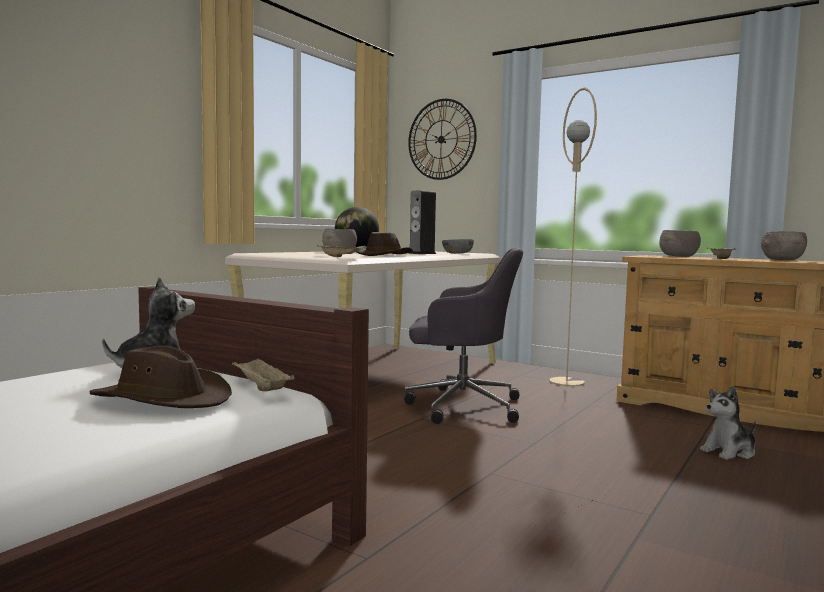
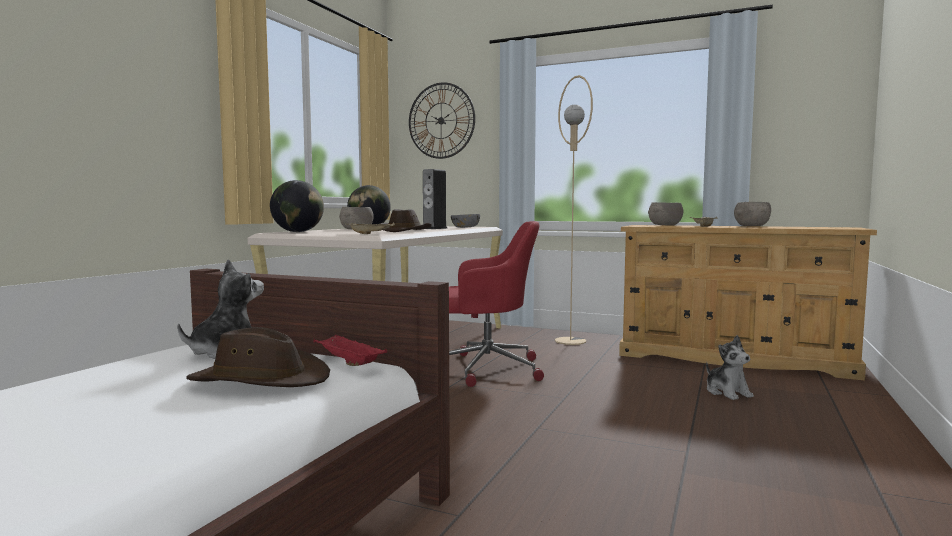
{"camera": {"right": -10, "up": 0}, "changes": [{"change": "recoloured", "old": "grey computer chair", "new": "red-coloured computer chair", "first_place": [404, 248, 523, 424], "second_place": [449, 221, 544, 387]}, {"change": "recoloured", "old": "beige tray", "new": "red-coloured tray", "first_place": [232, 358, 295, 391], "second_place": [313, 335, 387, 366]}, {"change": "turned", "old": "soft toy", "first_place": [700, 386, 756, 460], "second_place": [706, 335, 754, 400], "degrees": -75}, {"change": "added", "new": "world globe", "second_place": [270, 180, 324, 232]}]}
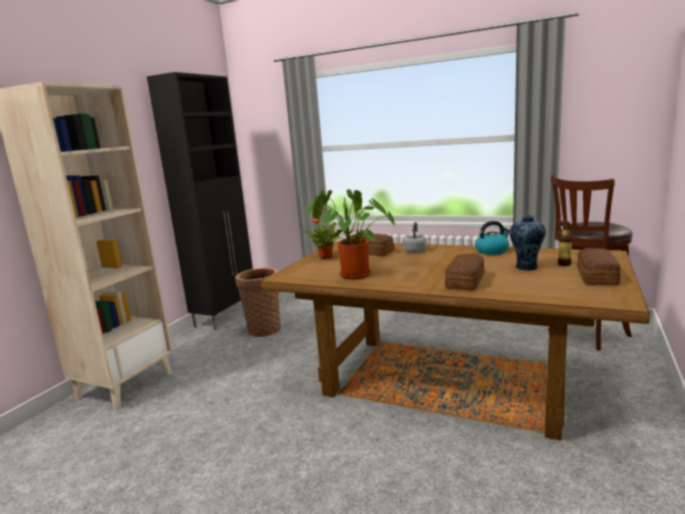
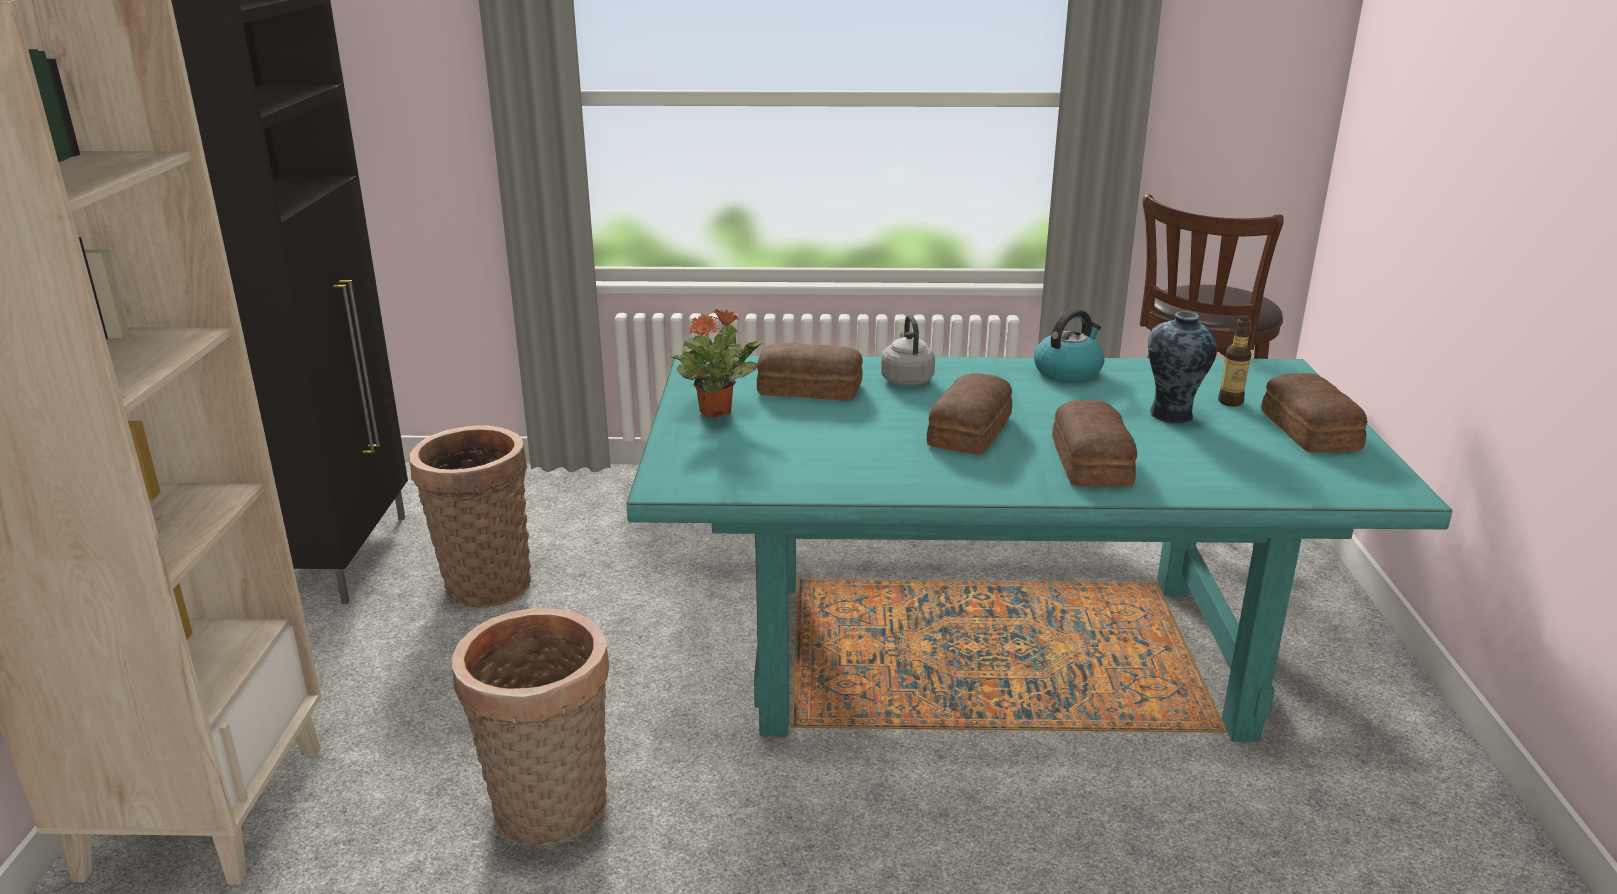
{"camera": {"right": -25, "up": 10}, "changes": [{"change": "removed", "old": "potted plant", "first_place": [307, 189, 395, 279]}, {"change": "recoloured", "old": "brown-coloured kitchen table", "new": "turquoise kitchen table", "first_place": [261, 241, 650, 441], "second_place": [626, 355, 1453, 742]}, {"change": "added", "new": "bakery bread", "second_place": [927, 373, 1012, 455]}, {"change": "added", "new": "household basket", "second_place": [452, 608, 609, 846]}]}
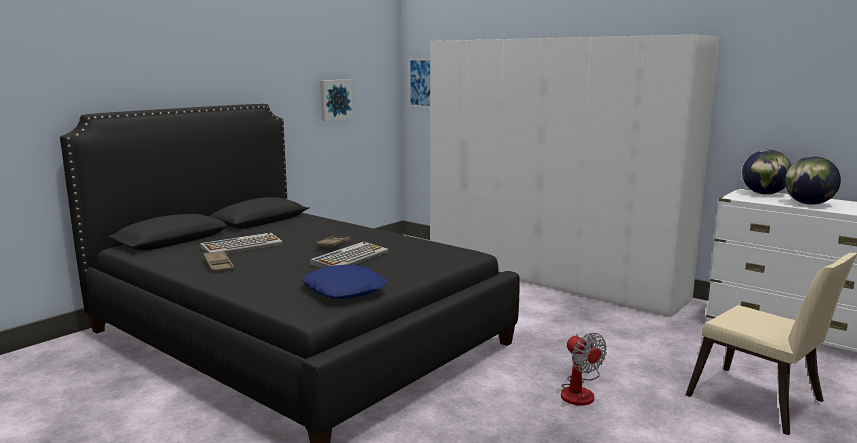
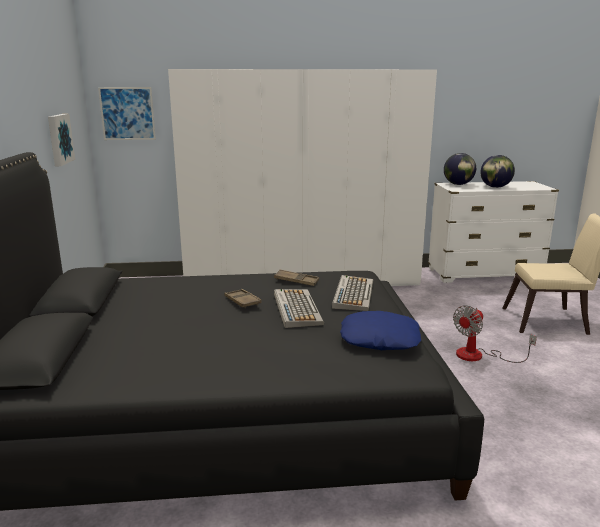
{"camera": {"right": -45, "up": 5}, "changes": [{"change": "moved", "old": "computer keyboard", "first_place": [200, 232, 283, 254], "second_place": [332, 275, 373, 311]}, {"change": "moved", "old": "brown-coloured tray", "first_place": [203, 251, 234, 273], "second_place": [274, 270, 319, 286]}, {"change": "turned", "old": "electric fan", "first_place": [561, 333, 607, 406], "second_place": [453, 305, 537, 363], "degrees": 120}]}
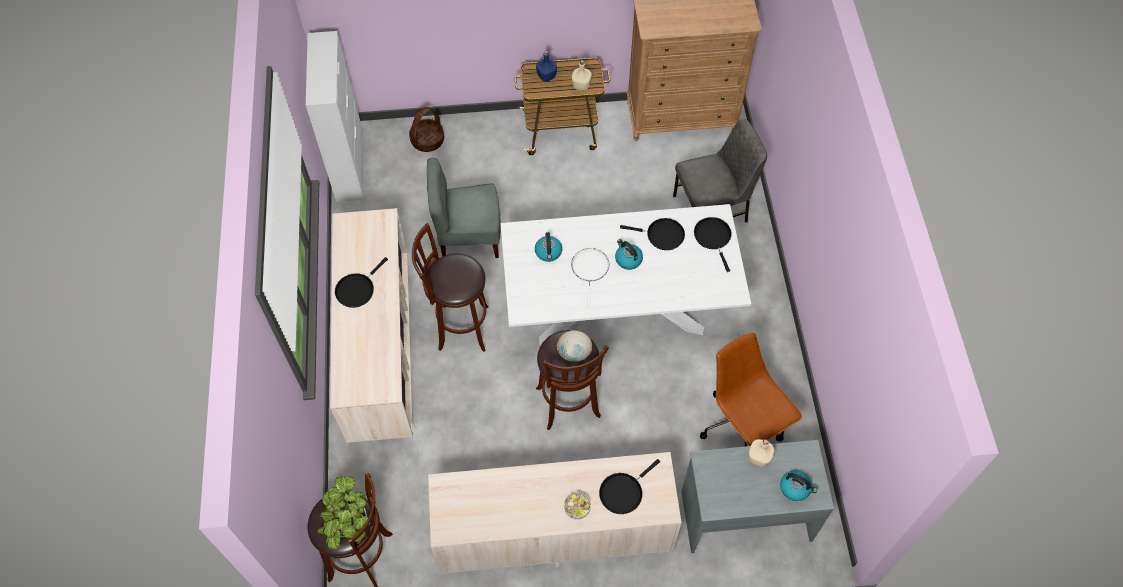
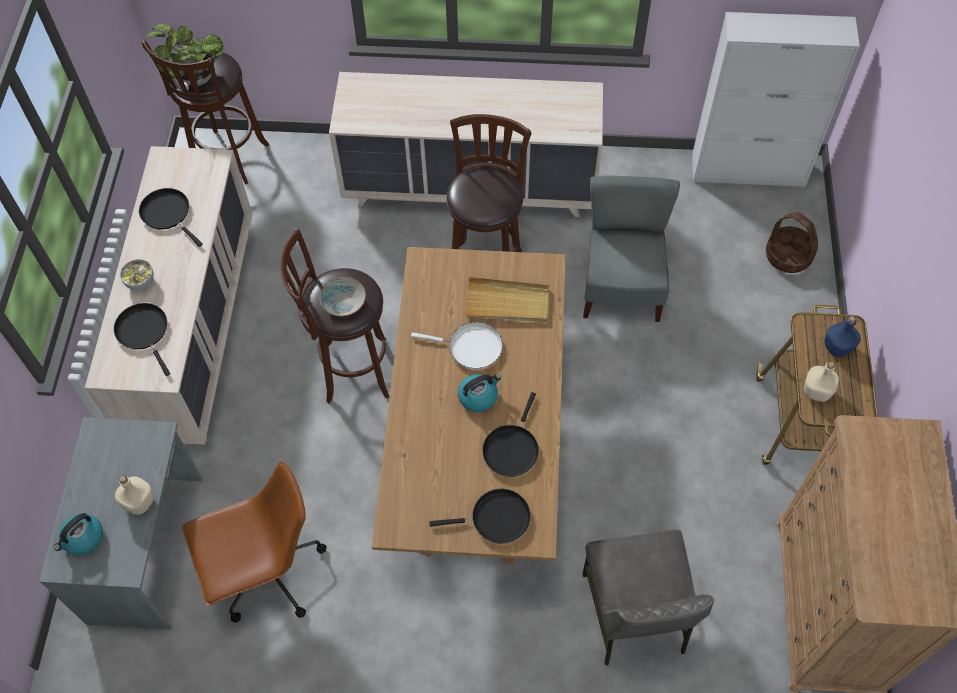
{"camera": {"right": 100, "up": 0}, "changes": [{"change": "recoloured", "old": "whitish kitchen table", "new": "brown-coloured kitchen table", "first_place": [500, 204, 751, 346], "second_place": [372, 247, 566, 563]}, {"change": "replaced", "old": "kettle", "new": "beige tray", "first_place": [535, 232, 562, 262], "second_place": [465, 277, 549, 322]}, {"change": "moved", "old": "black frying pan", "first_place": [335, 257, 388, 308], "second_place": [139, 188, 203, 247]}]}
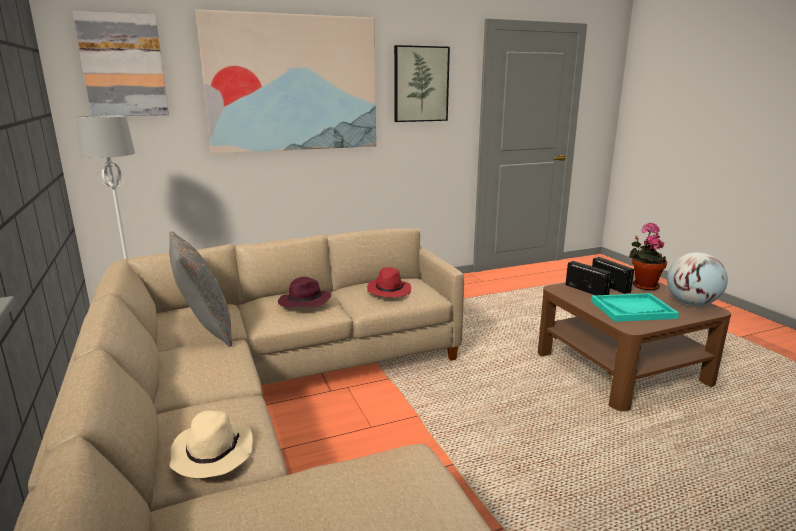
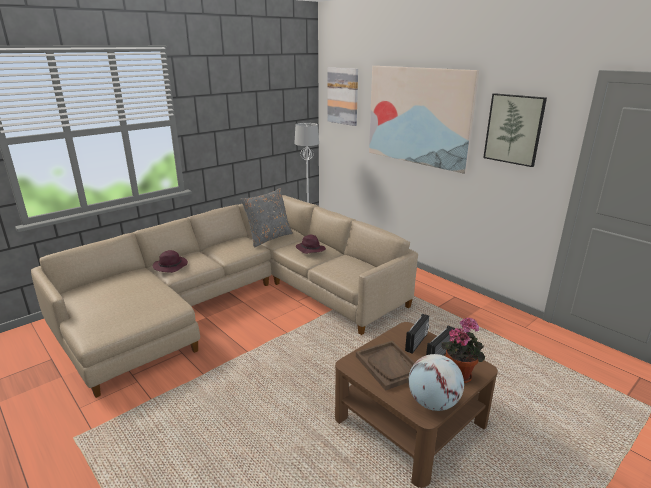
{"camera": {"right": 70, "up": 5}, "changes": [{"change": "removed", "old": "red-coloured clothing hat", "first_place": [367, 267, 411, 297]}, {"change": "recoloured", "old": "turquoise tray", "new": "brown-coloured tray", "first_place": [591, 293, 679, 322], "second_place": [356, 341, 415, 391]}, {"change": "recoloured", "old": "beige clothing hat", "new": "purple-coloured clothing hat", "first_place": [169, 411, 253, 478], "second_place": [152, 250, 188, 273]}]}
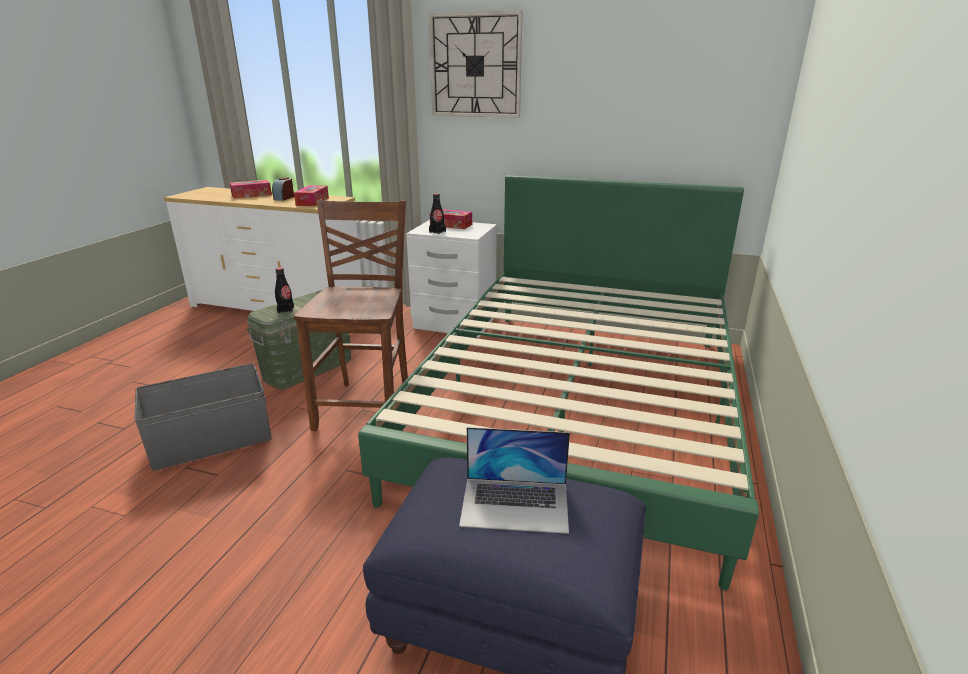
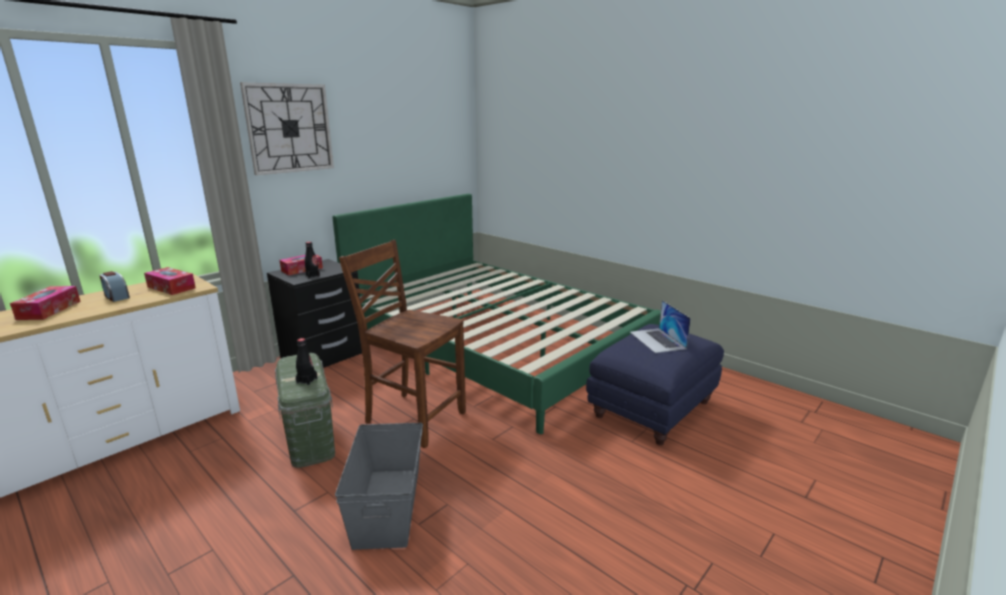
{"camera": {"right": -65, "up": -5}, "changes": [{"change": "recoloured", "old": "whitish nightstand", "new": "black nightstand", "first_place": [406, 220, 497, 337], "second_place": [267, 259, 362, 368]}, {"change": "turned", "old": "notebook computer", "first_place": [459, 427, 570, 534], "second_place": [630, 300, 691, 353], "degrees": 135}]}
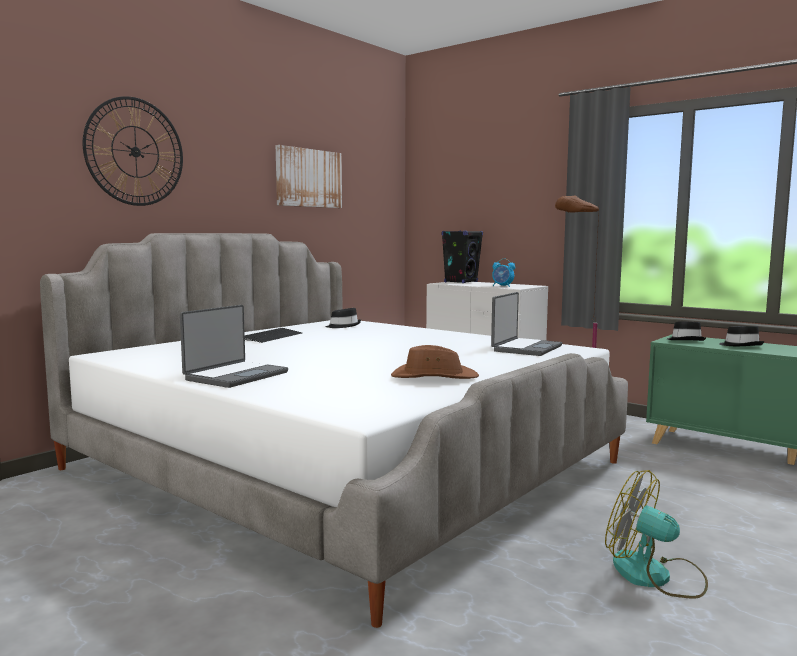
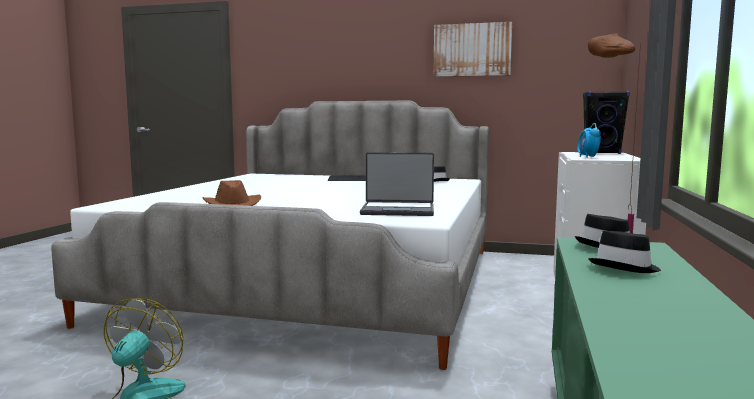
{"camera": {"right": 65, "up": 0}, "changes": [{"change": "removed", "old": "hanging clock", "first_place": [83, 96, 183, 206]}, {"change": "removed", "old": "notebook computer", "first_place": [180, 305, 288, 388]}]}
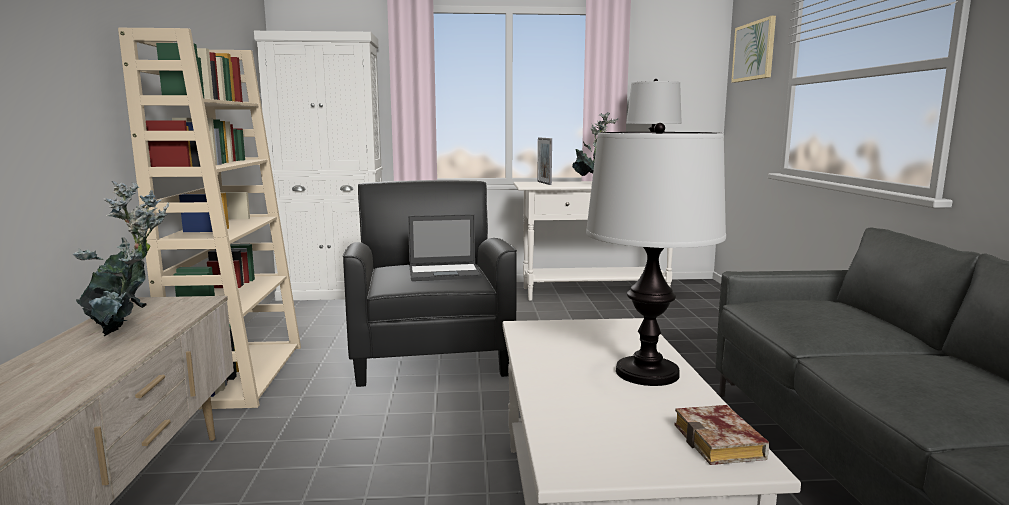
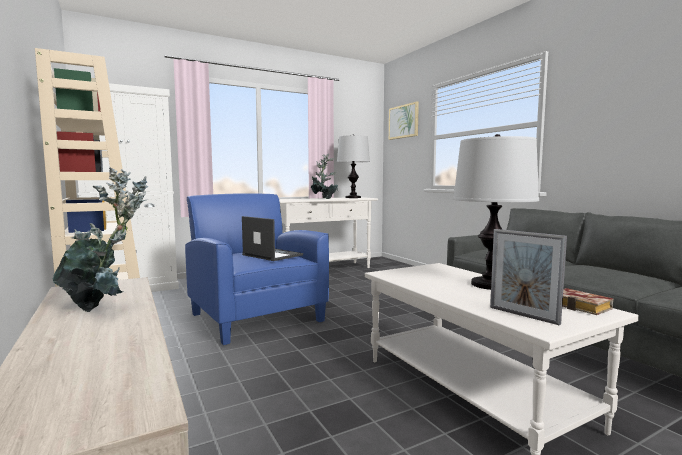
{"camera": {"right": -25, "up": -5}, "changes": [{"change": "moved", "old": "photo frame", "first_place": [537, 137, 552, 185], "second_place": [490, 229, 567, 325]}, {"change": "recoloured", "old": "black lounge chair", "new": "blue lounge chair", "first_place": [343, 180, 517, 387], "second_place": [185, 193, 329, 345]}, {"change": "turned", "old": "notebook computer", "first_place": [408, 214, 482, 281], "second_place": [242, 216, 303, 261], "degrees": -105}]}
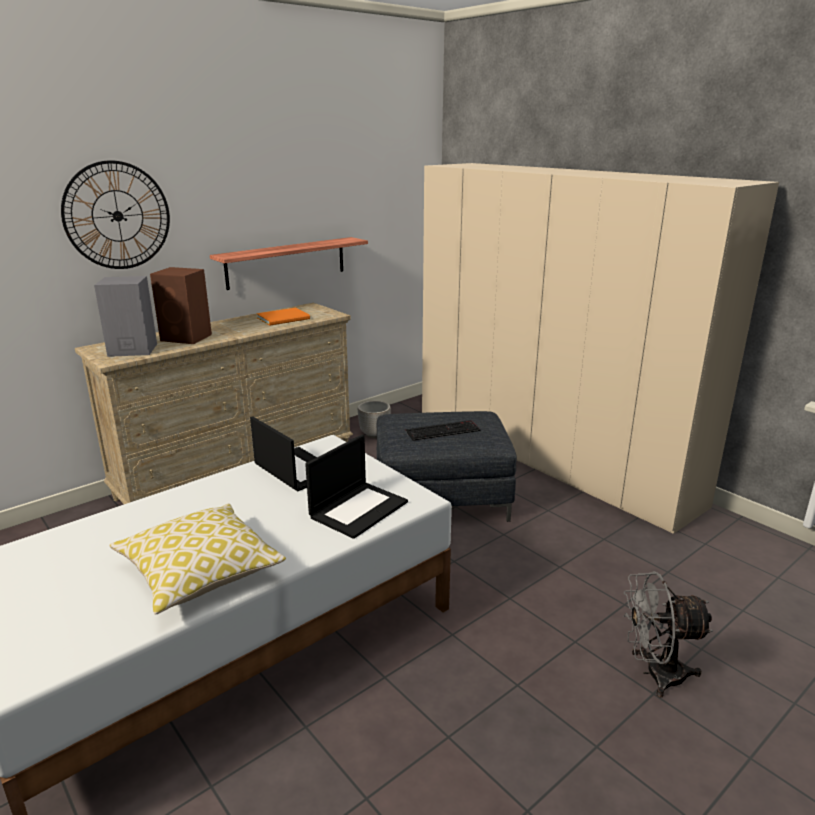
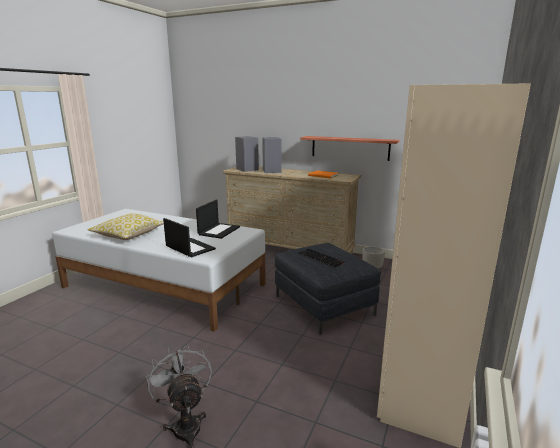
{"camera": {"right": 65, "up": -5}, "changes": [{"change": "removed", "old": "hanging clock", "first_place": [61, 160, 170, 269]}, {"change": "recoloured", "old": "brown-coloured speaker", "new": "grey speaker", "first_place": [150, 267, 212, 344], "second_place": [262, 137, 282, 173]}, {"change": "turned", "old": "notebook computer", "first_place": [305, 435, 408, 539], "second_place": [163, 218, 216, 258], "degrees": -150}]}
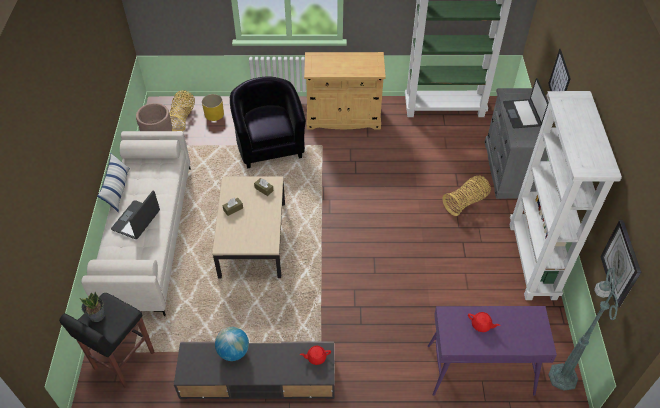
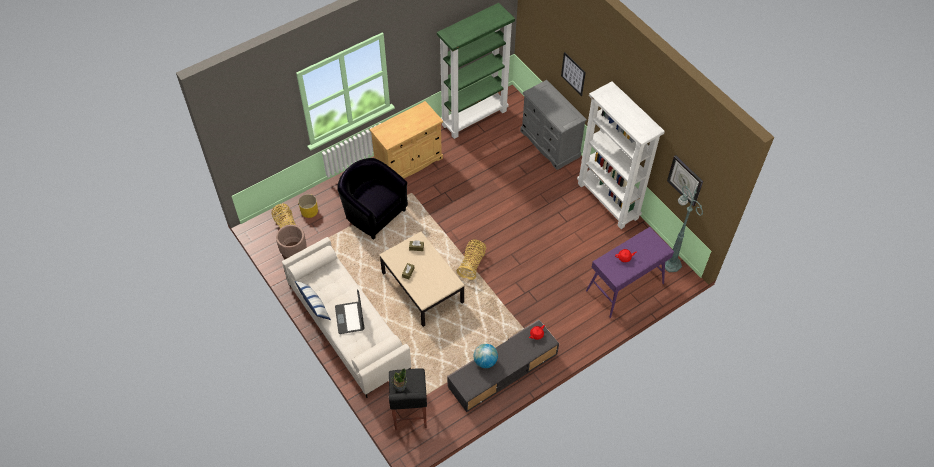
{"camera": {"right": -35, "up": 5}, "changes": [{"change": "removed", "old": "notebook computer", "first_place": [503, 78, 549, 128]}, {"change": "moved", "old": "household basket", "first_place": [442, 176, 491, 216], "second_place": [457, 240, 486, 280]}]}
